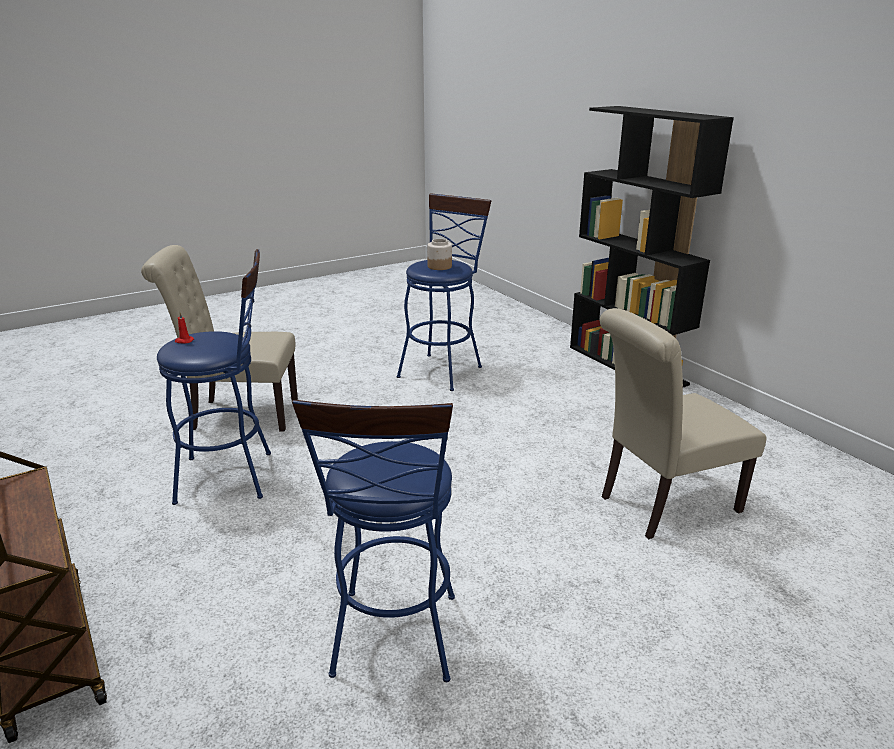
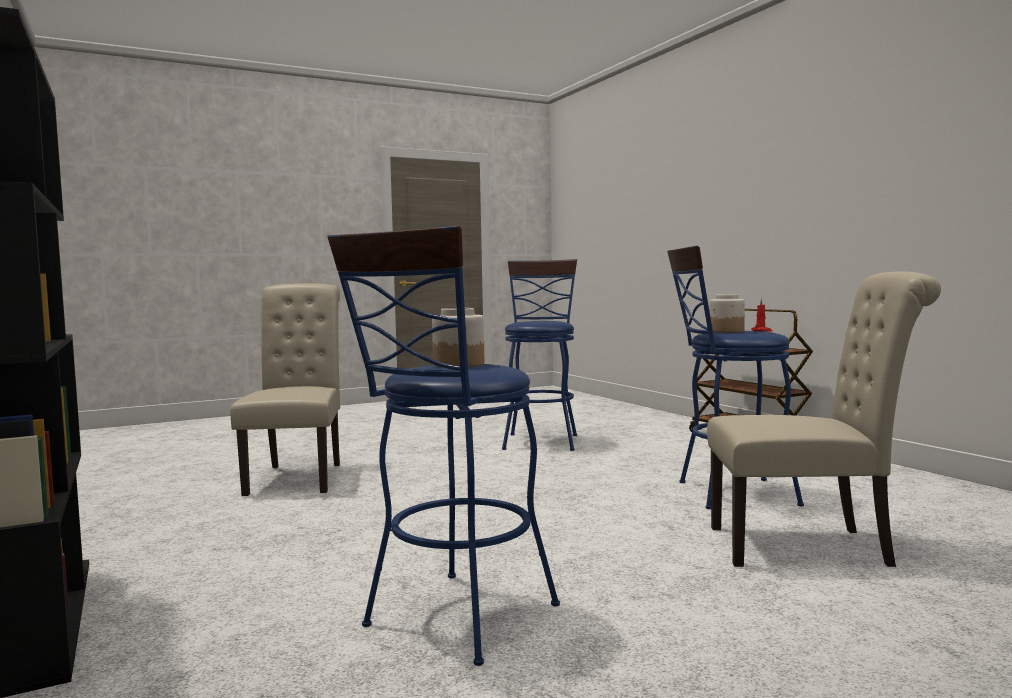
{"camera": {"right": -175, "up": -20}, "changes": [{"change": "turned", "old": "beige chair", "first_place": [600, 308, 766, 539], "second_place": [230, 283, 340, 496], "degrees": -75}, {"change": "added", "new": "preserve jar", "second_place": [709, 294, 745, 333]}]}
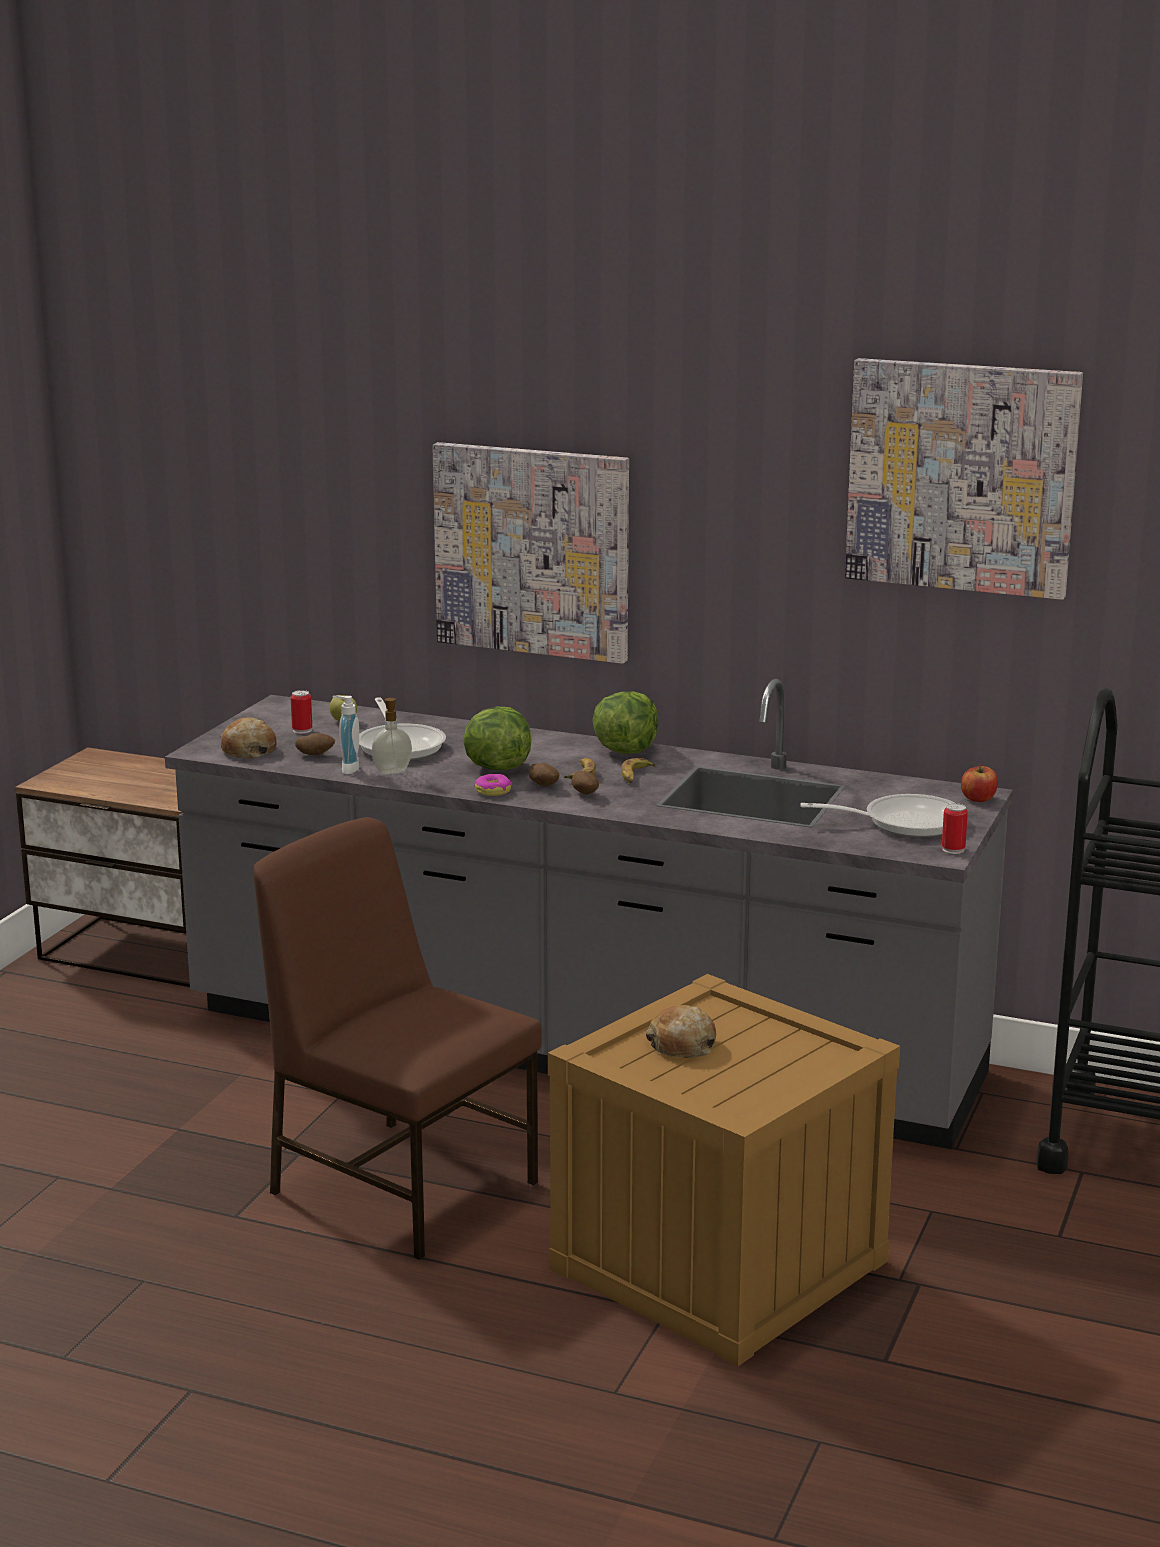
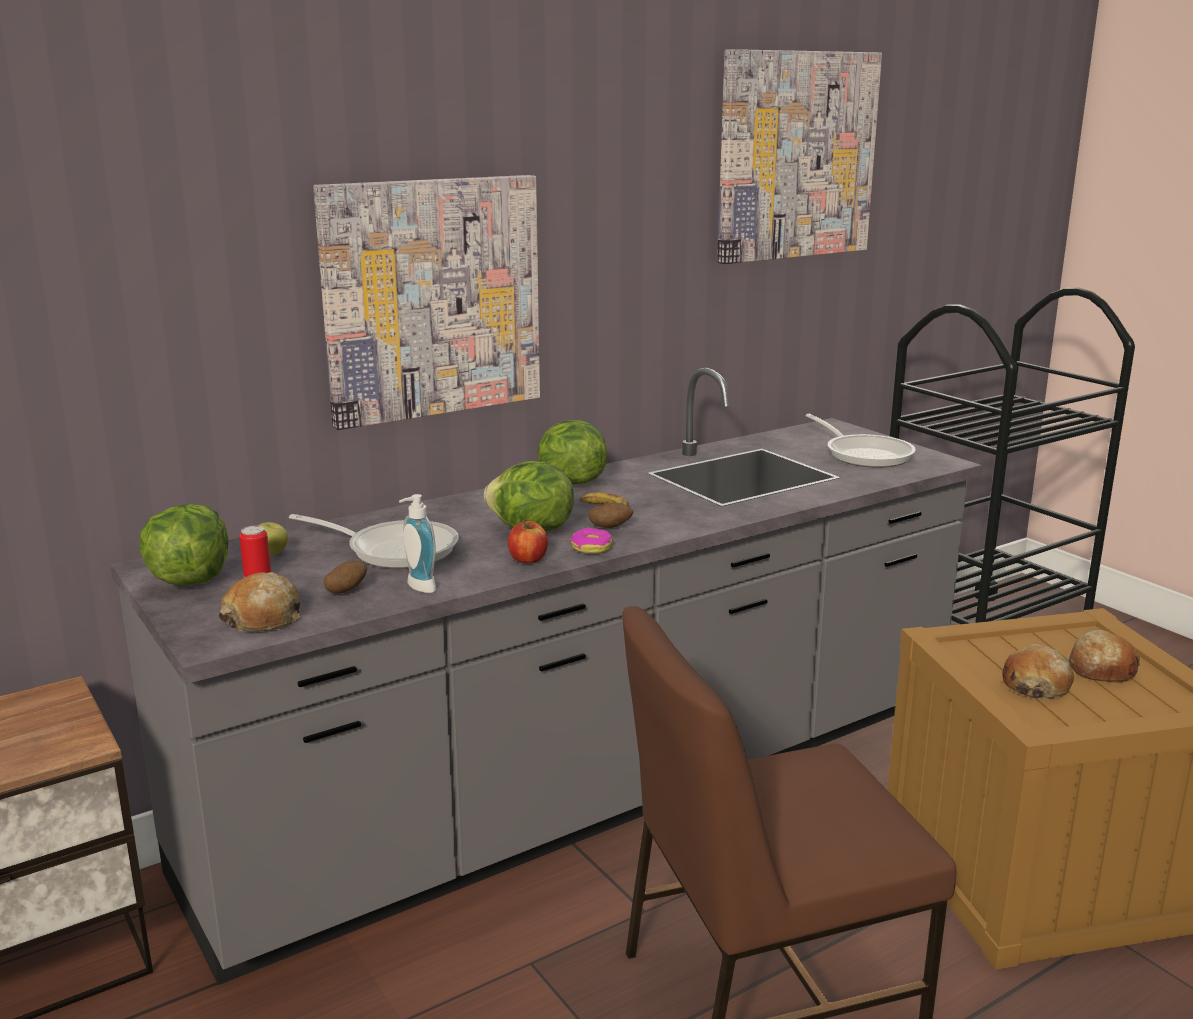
{"camera": {"right": -55, "up": 0}, "changes": [{"change": "removed", "old": "soap bottle", "first_place": [372, 698, 412, 775]}, {"change": "removed", "old": "banana fruit", "first_place": [621, 758, 656, 783]}, {"change": "moved", "old": "apple", "first_place": [961, 764, 998, 802], "second_place": [508, 519, 548, 564]}, {"change": "removed", "old": "potato", "first_place": [571, 771, 599, 795]}, {"change": "turned", "old": "frying pan", "first_place": [800, 794, 955, 837], "second_place": [805, 414, 916, 468], "degrees": 120}, {"change": "removed", "old": "sealed can", "first_place": [942, 803, 968, 854]}, {"change": "added", "new": "head of lettuce", "second_place": [139, 504, 228, 586]}, {"change": "added", "new": "bakery bread", "second_place": [1067, 629, 1140, 682]}]}
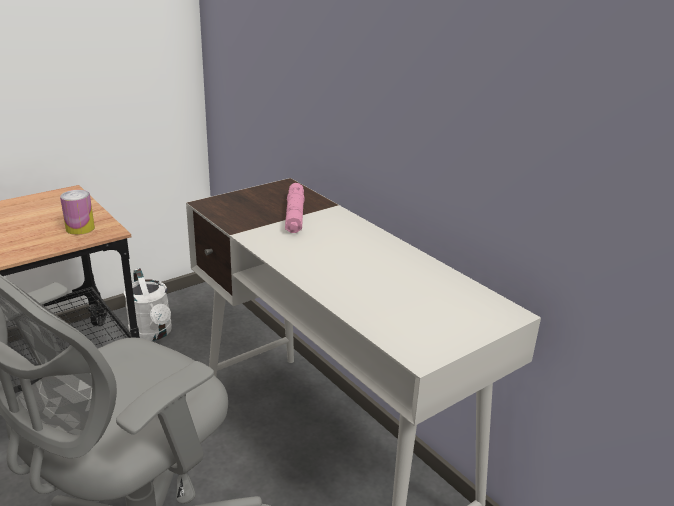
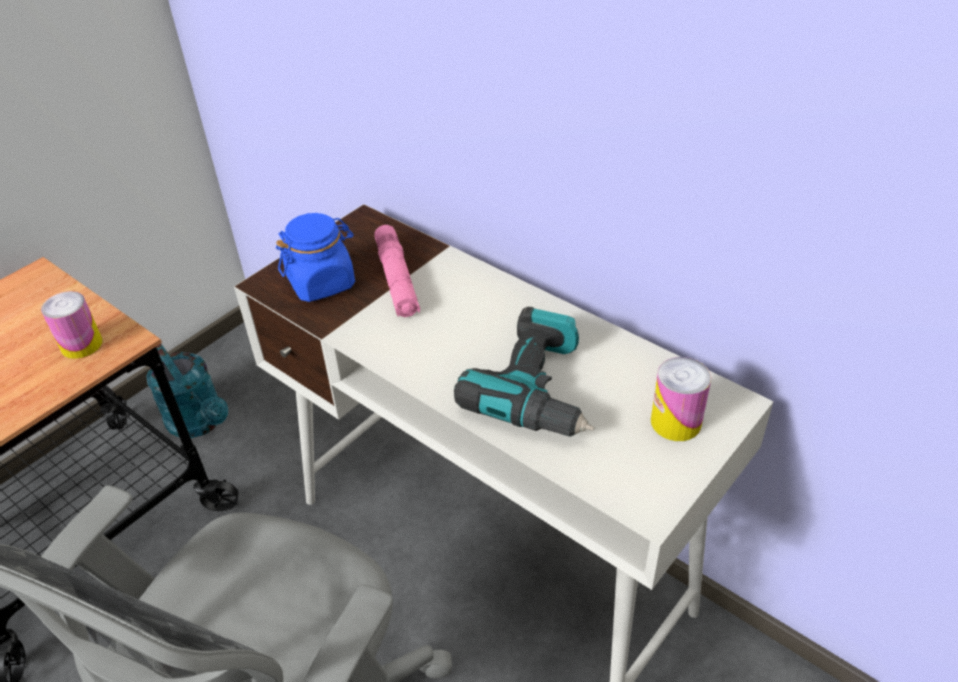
{"camera": {"right": -10, "up": 15}, "changes": [{"change": "recoloured", "old": "whitish watering pot", "new": "turquoise watering pot", "first_place": [124, 268, 172, 341], "second_place": [146, 344, 228, 438]}, {"change": "added", "new": "blue preserve jar", "second_place": [276, 213, 355, 302]}, {"change": "added", "new": "drill", "second_place": [454, 307, 595, 437]}, {"change": "added", "new": "sealed can", "second_place": [651, 357, 711, 441]}]}
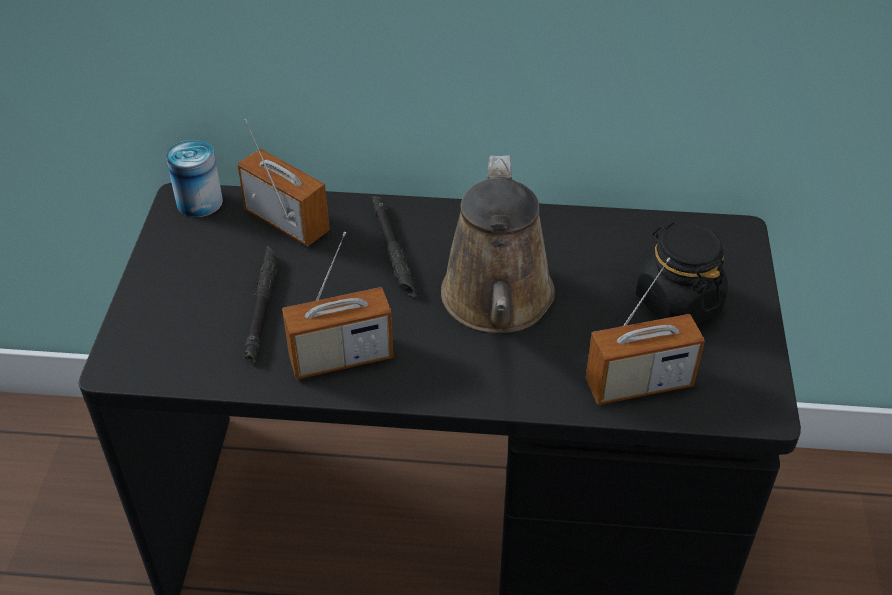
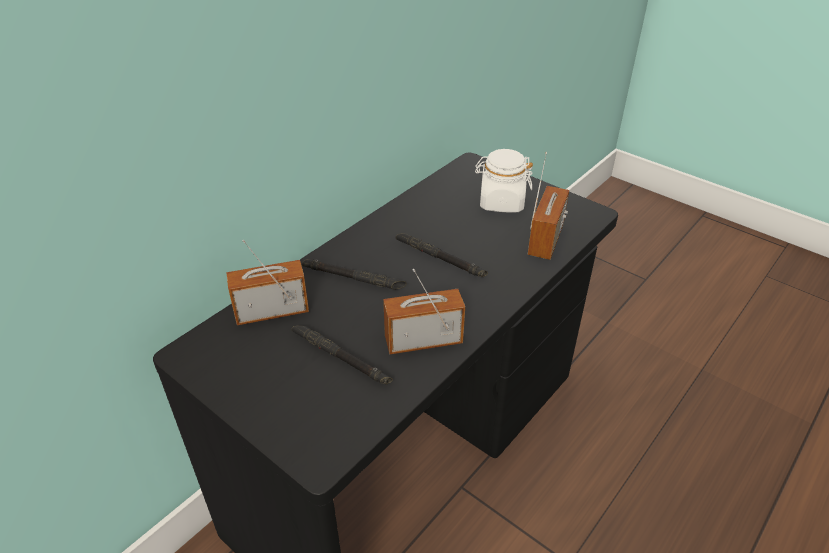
{"camera": {"right": -55, "up": -5}, "changes": [{"change": "removed", "old": "sealed can", "first_place": [166, 139, 223, 217]}, {"change": "replaced", "old": "brown-coloured watering pot", "new": "black flashlight", "first_place": [441, 155, 555, 333], "second_place": [396, 234, 488, 277]}, {"change": "recoloured", "old": "black preserve jar", "new": "whitish preserve jar", "first_place": [636, 222, 728, 324], "second_place": [475, 149, 533, 213]}, {"change": "turned", "old": "radio set", "first_place": [282, 232, 394, 380], "second_place": [383, 269, 465, 354], "degrees": -120}]}
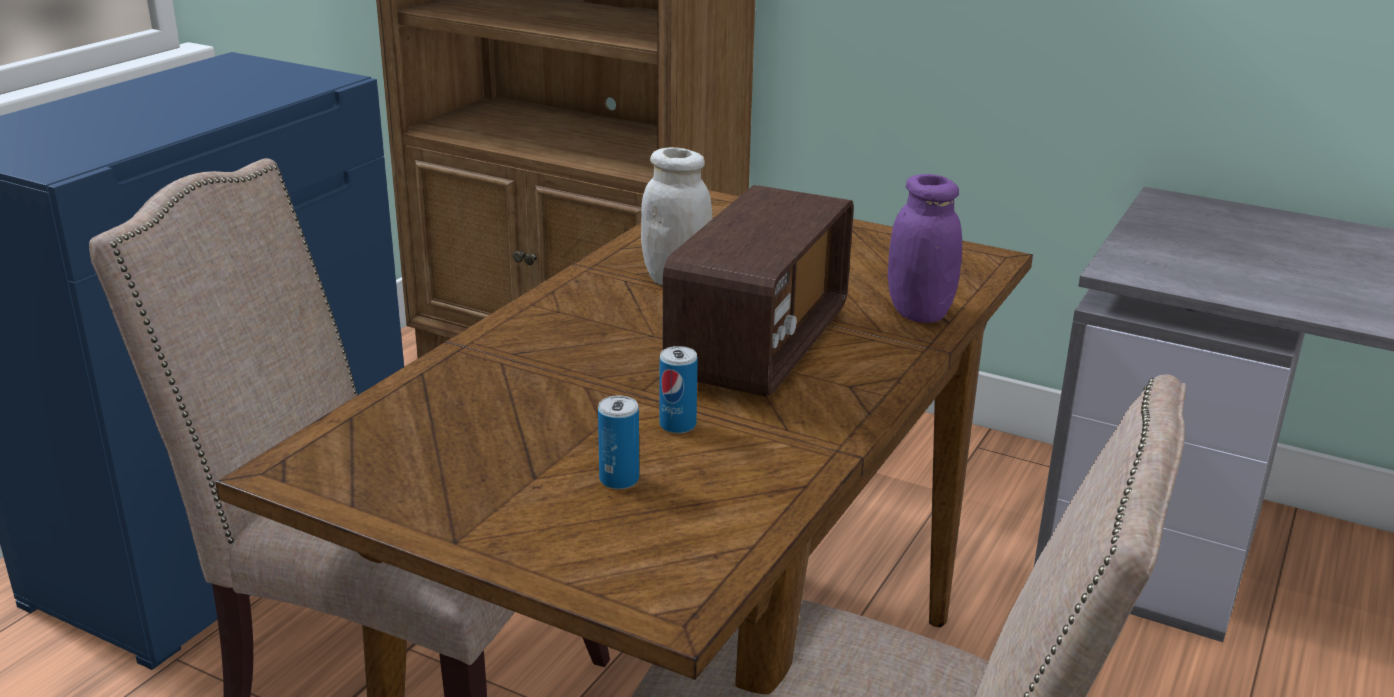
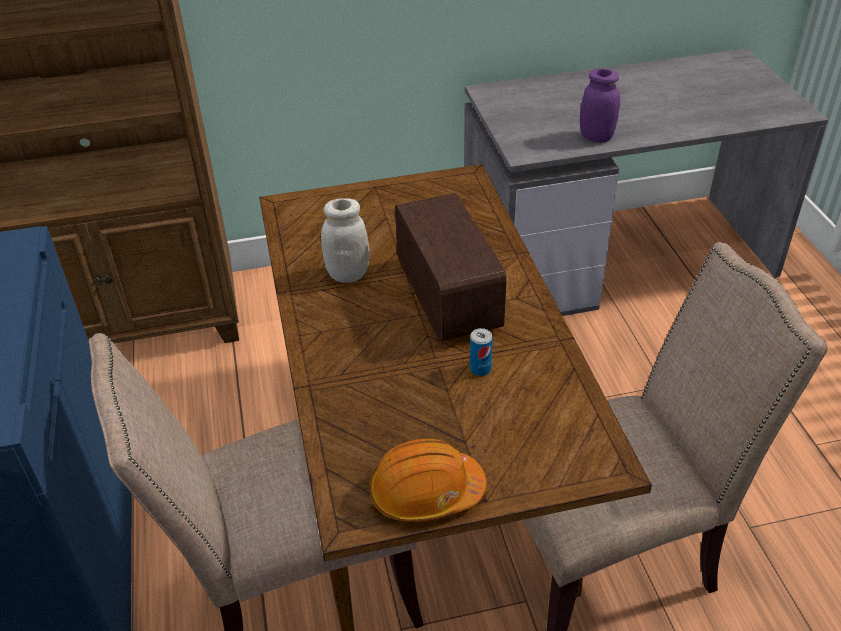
{"camera": {"right": -40, "up": 15}, "changes": [{"change": "moved", "old": "purple-coloured preserve jar", "first_place": [888, 174, 962, 323], "second_place": [580, 69, 620, 143]}, {"change": "removed", "old": "sealed can", "first_place": [598, 396, 639, 489]}, {"change": "added", "new": "orangey work helmet", "second_place": [369, 439, 487, 522]}]}
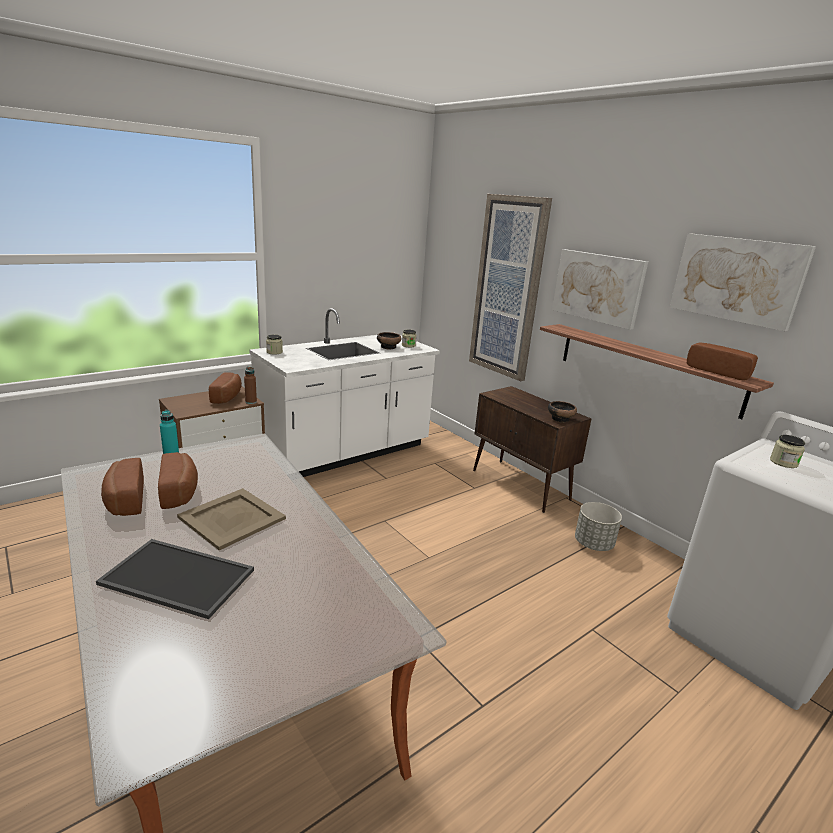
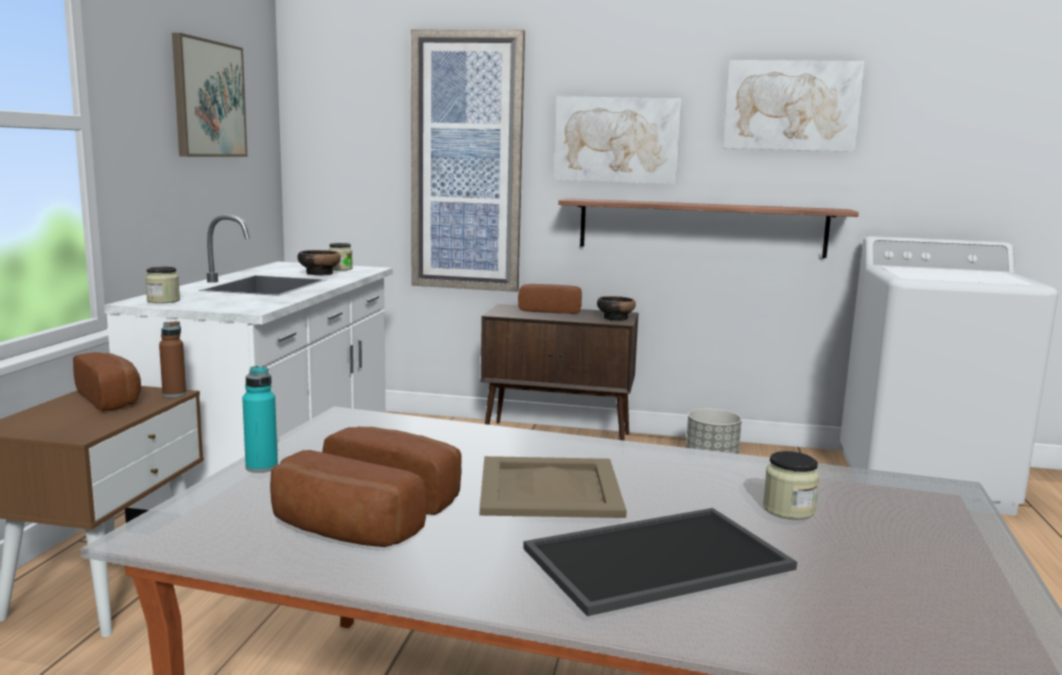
{"camera": {"right": -40, "up": -10}, "changes": [{"change": "moved", "old": "bakery bread", "first_place": [687, 343, 758, 381], "second_place": [518, 284, 582, 314]}, {"change": "moved", "old": "preserve jar", "first_place": [770, 435, 805, 468], "second_place": [763, 451, 819, 520]}, {"change": "added", "new": "picture", "second_place": [172, 33, 247, 157]}]}
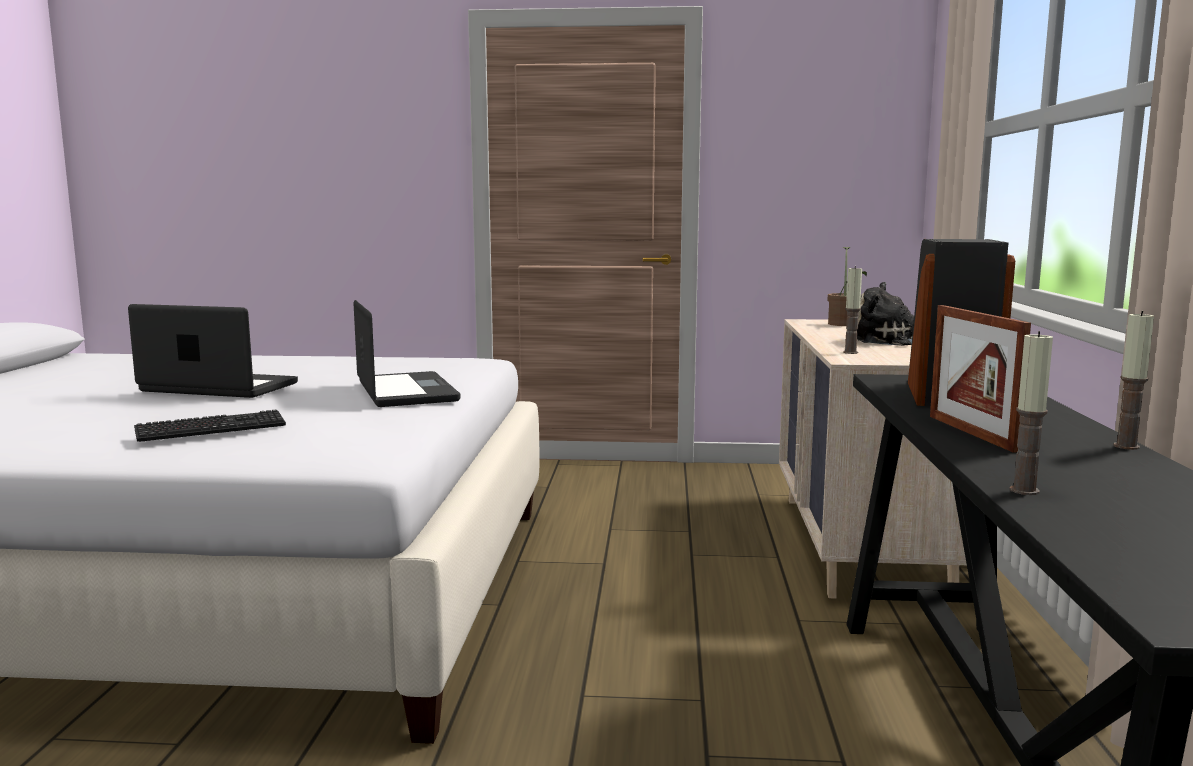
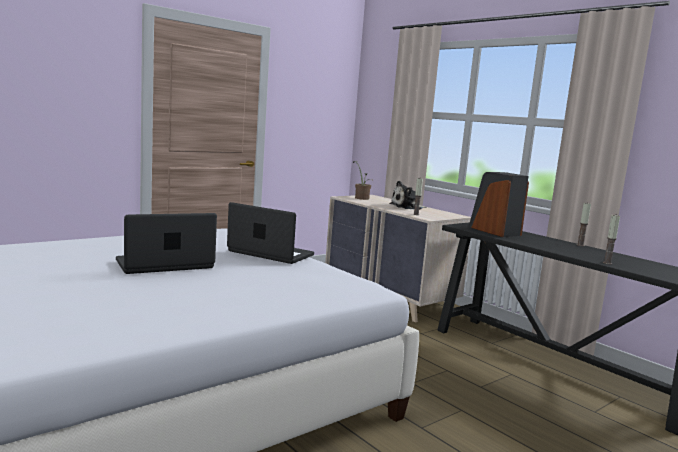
{"camera": {"right": -45, "up": 0}, "changes": [{"change": "removed", "old": "photo frame", "first_place": [930, 305, 1031, 453]}, {"change": "removed", "old": "computer keyboard", "first_place": [134, 410, 286, 442]}]}
